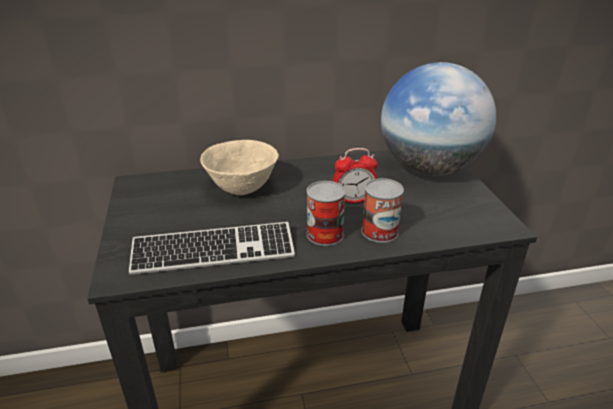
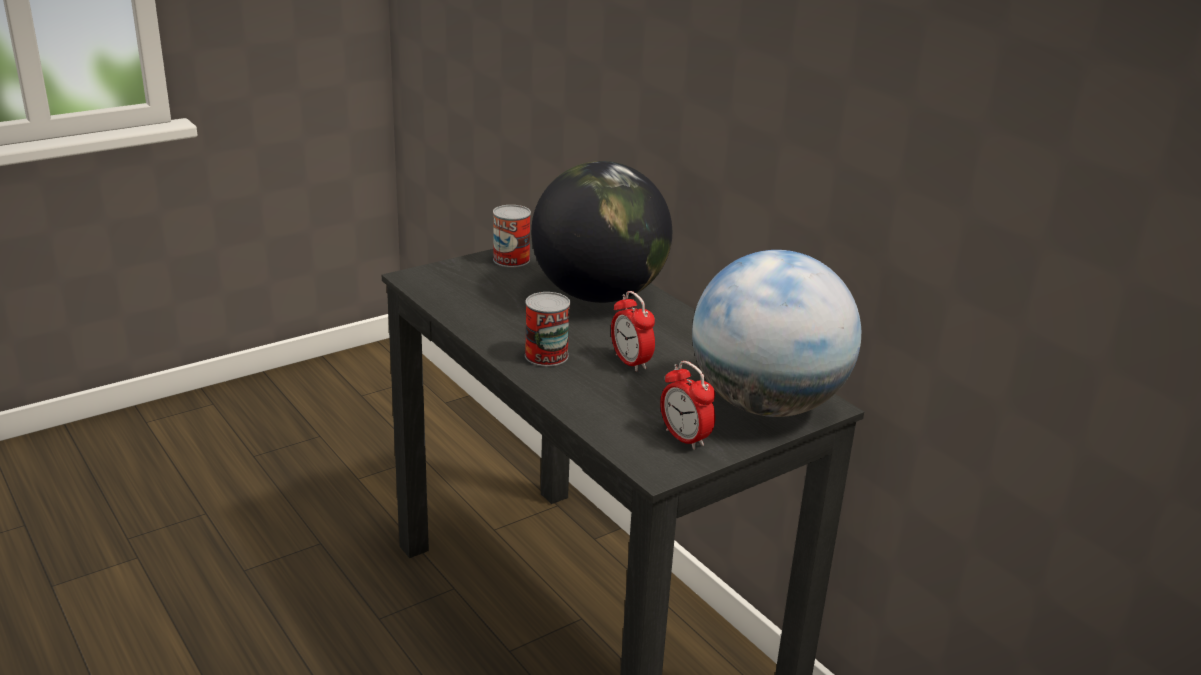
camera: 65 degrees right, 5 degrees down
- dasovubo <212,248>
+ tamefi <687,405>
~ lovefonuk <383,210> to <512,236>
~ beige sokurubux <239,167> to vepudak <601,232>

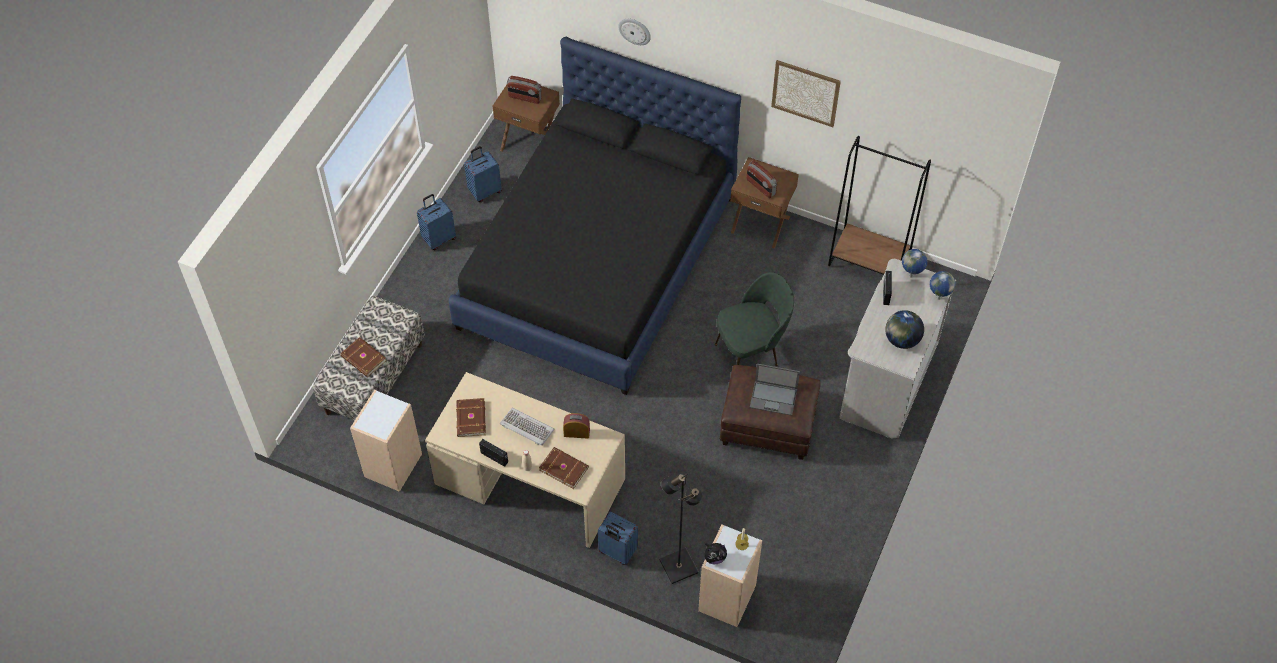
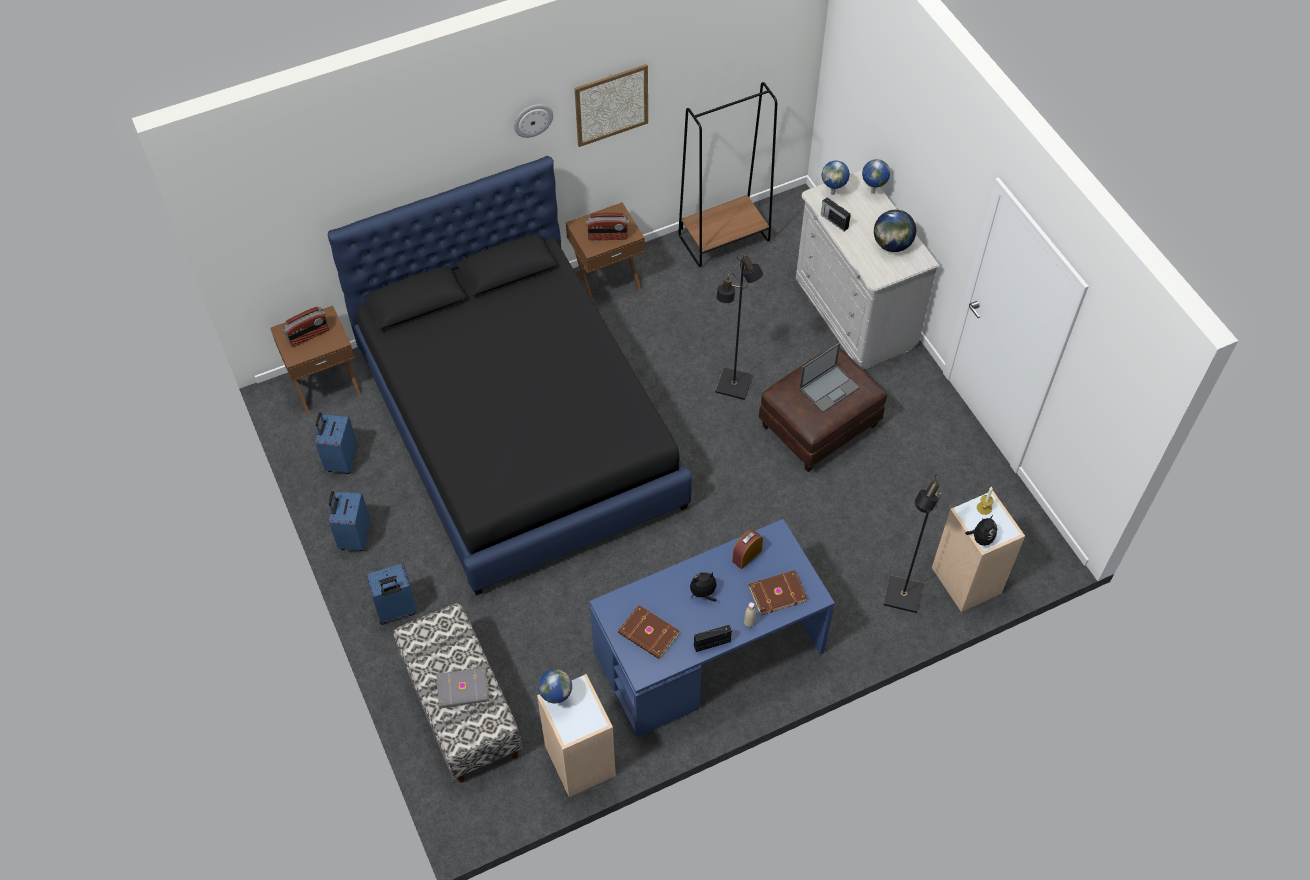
camera: 50 degrees left, 0 degrees up
+ vepudak <555,686>
~ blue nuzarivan <618,538> to <391,594>
~ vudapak <634,32> to <533,121>
~ dasovubo <527,426> to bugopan <703,586>
~ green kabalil <754,319> to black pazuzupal <739,327>
~ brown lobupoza <363,357> to grey lobupoza <463,687>
~ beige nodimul <525,460> to blue nodimul <712,628>

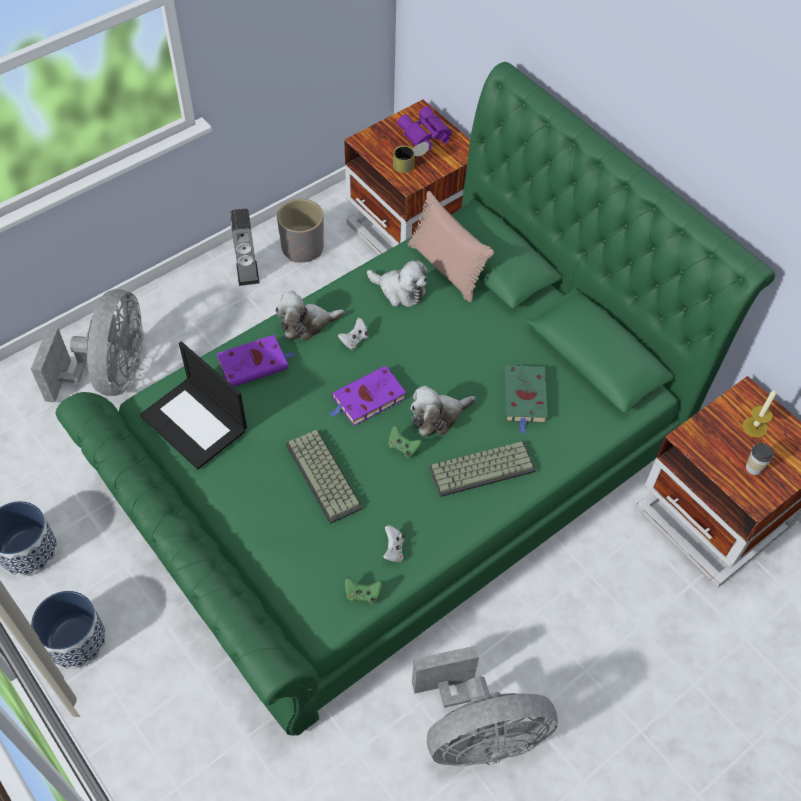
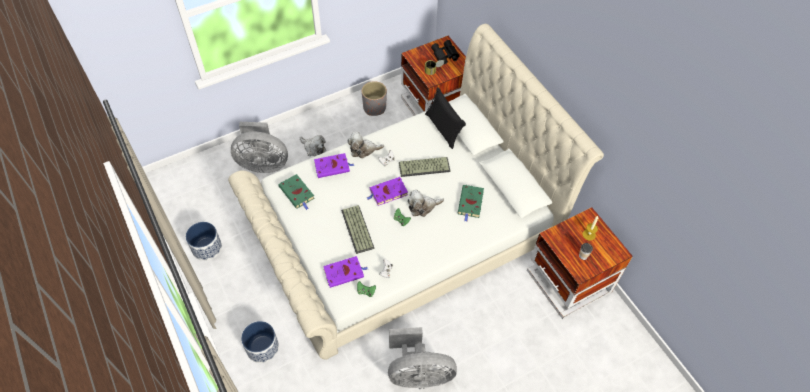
camera: 10 degrees right, 0 degrees up
- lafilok <245,247>
+ purple lobupoza <345,272>
~ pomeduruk <68,630> to <260,342>
~ bugopan <397,283> to <313,146>
~ dasovubo <482,469> to <425,167>
~ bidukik <193,405> to green lobupoza <296,192>
~ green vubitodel <415,399> to beige vubitodel <416,192>
~ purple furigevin <424,128> to black furigevin <445,52>
~ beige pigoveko <450,247> to black pigoveko <445,118>
~ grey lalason <87,346> = <259,147> 75 degrees clockwise

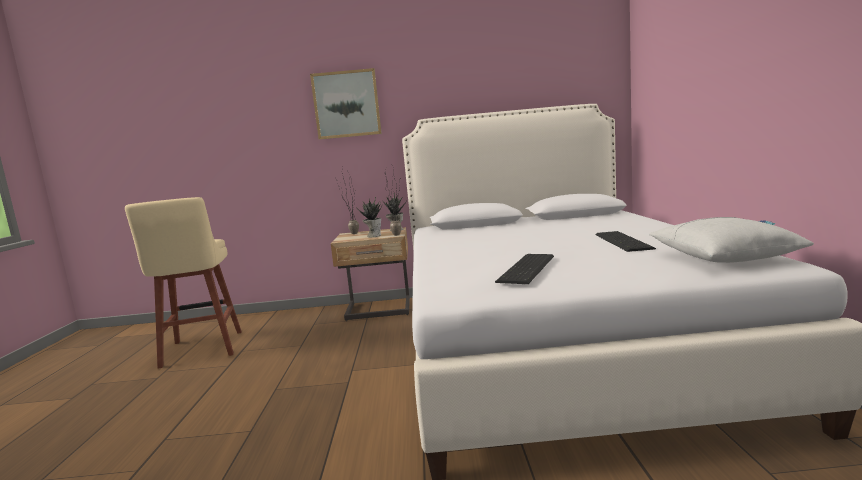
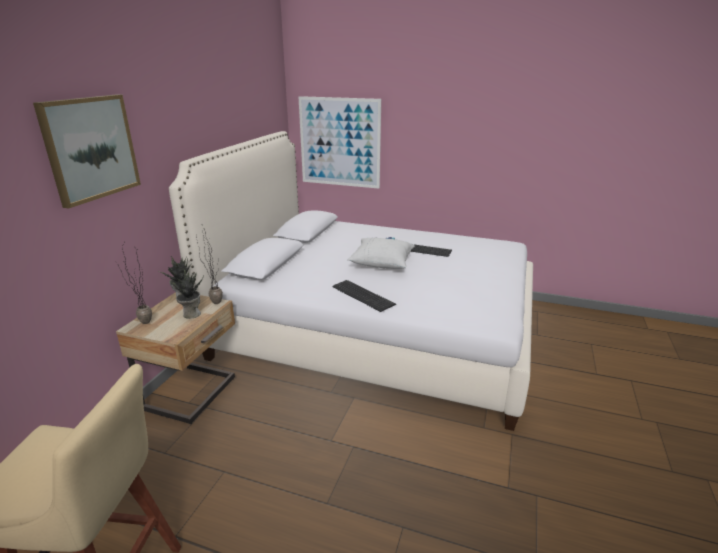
camera: 70 degrees left, 15 degrees up
+ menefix <339,142>
~ dasovubo <524,269> to <364,296>
~ grey pigoveko <731,240> to <381,253>

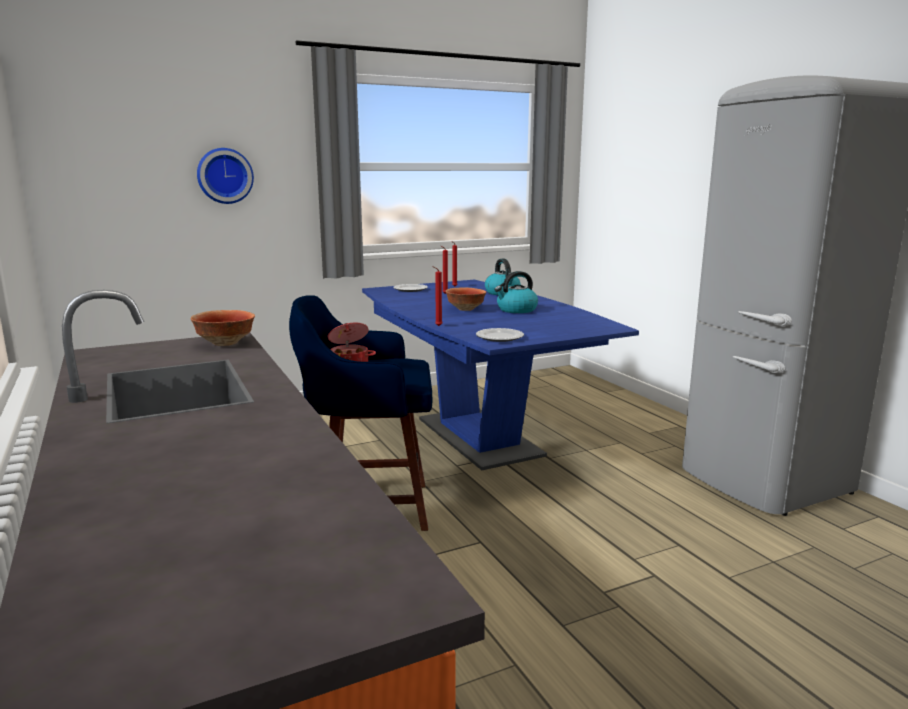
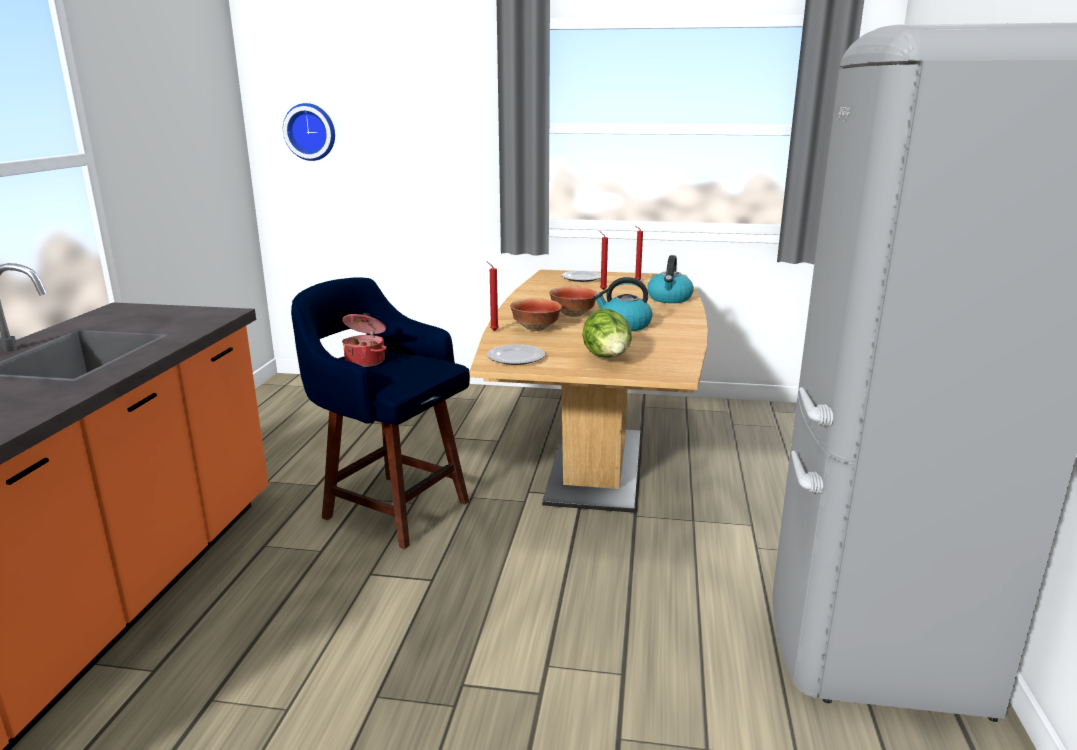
camera: 35 degrees right, 5 degrees up
+ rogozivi <607,333>
~ sokurubux <222,328> to <536,314>
~ vudapak <225,176> to <309,132>
~ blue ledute <500,375> to brown ledute <588,391>

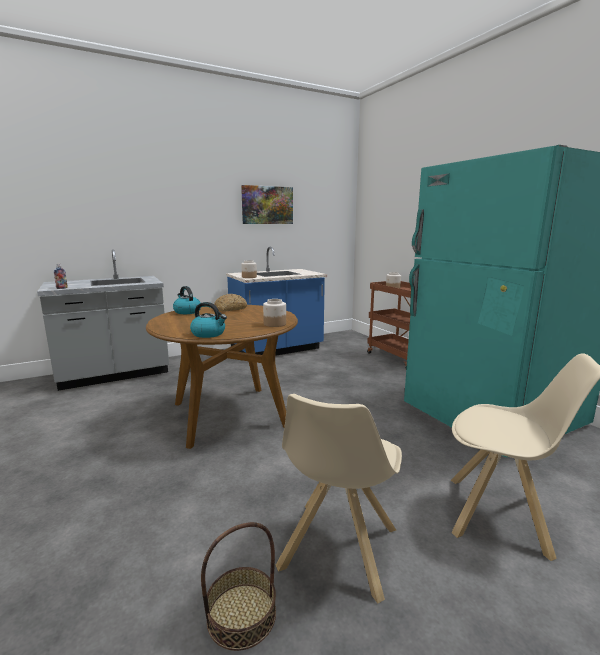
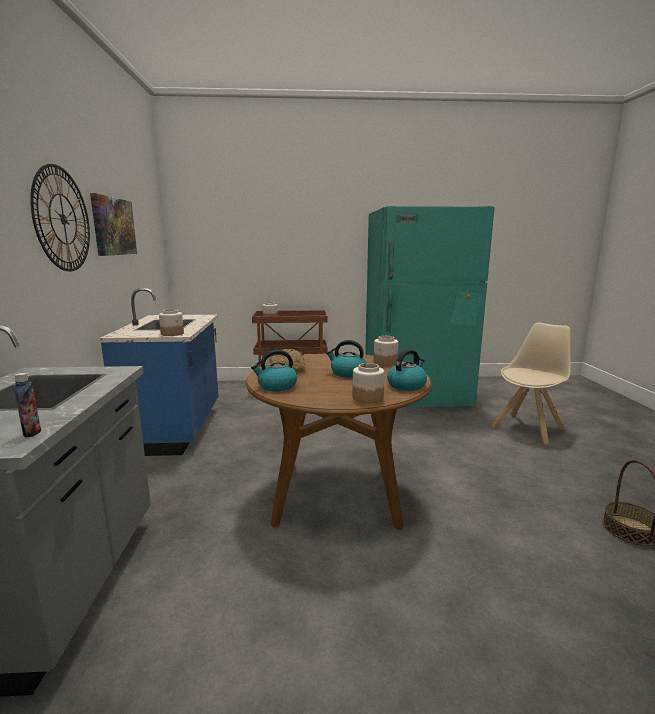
camera: 65 degrees left, 0 degrees up
- beige kabalil <339,498>
+ vudapak <60,217>
+ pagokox <346,359>
+ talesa <368,383>

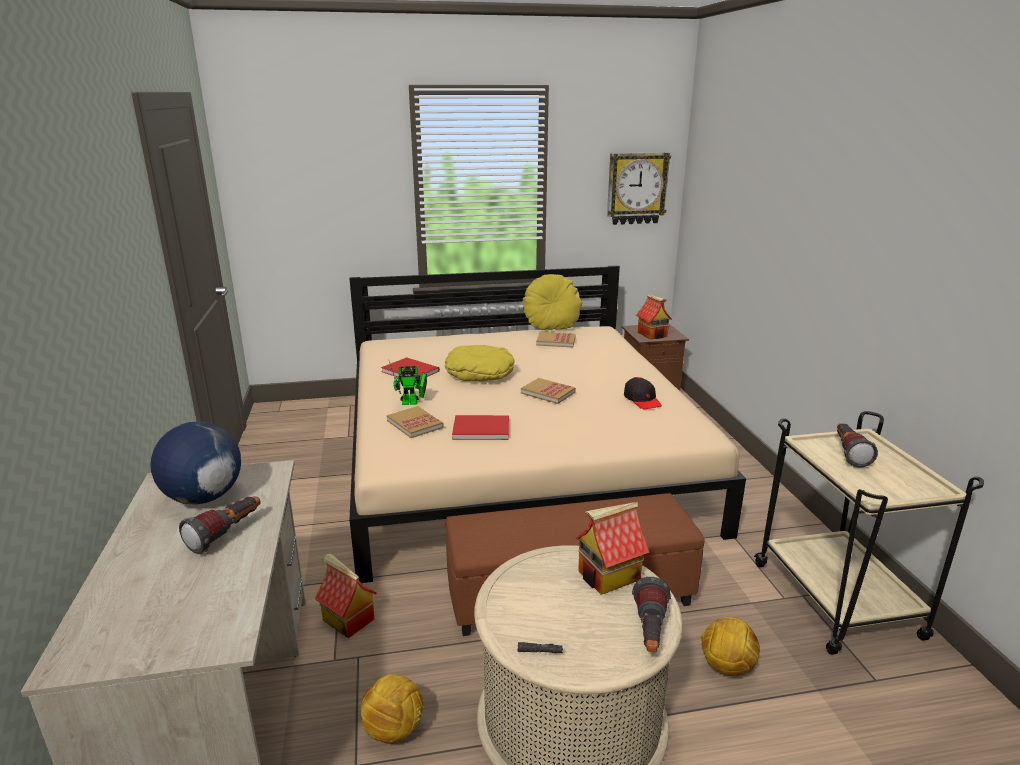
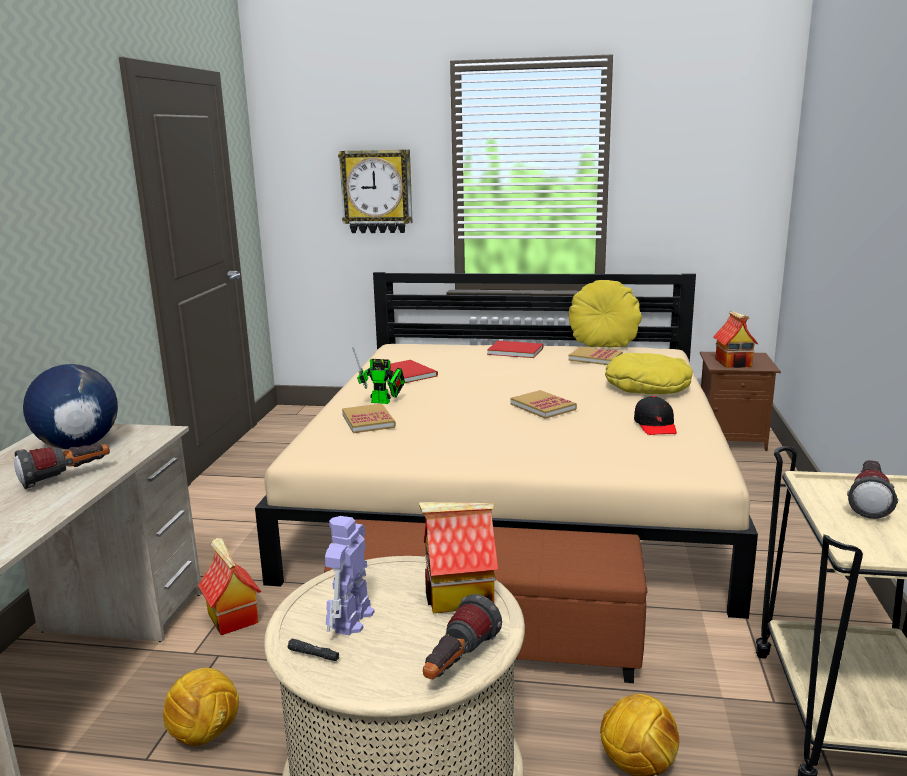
camera: 20 degrees right, 5 degrees down
+ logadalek <350,576>
~ yellow pigoveko <479,363> to <649,373>
~ red lobupoza <480,427> to <515,349>
~ vudapak <639,188> to <375,191>

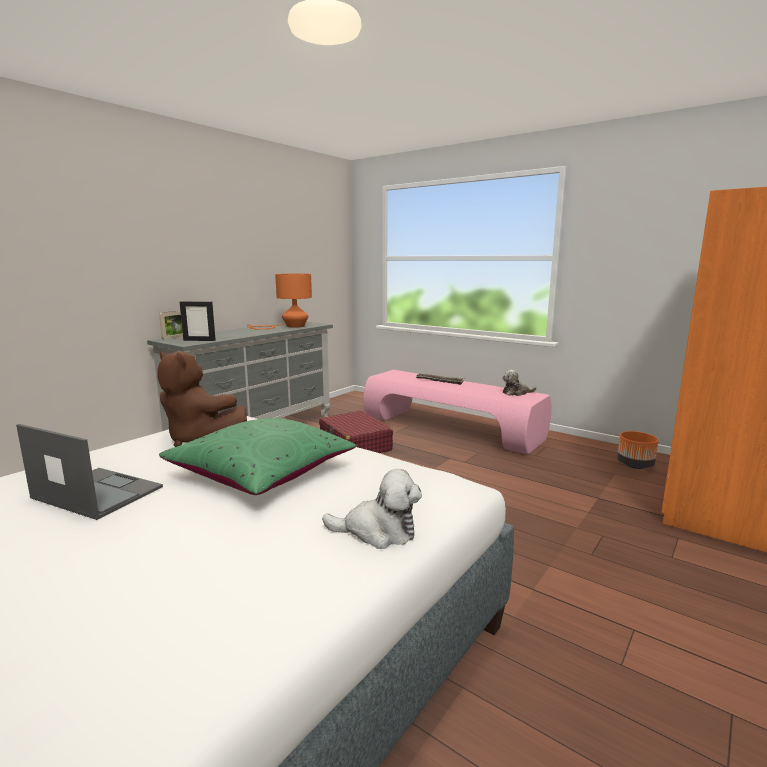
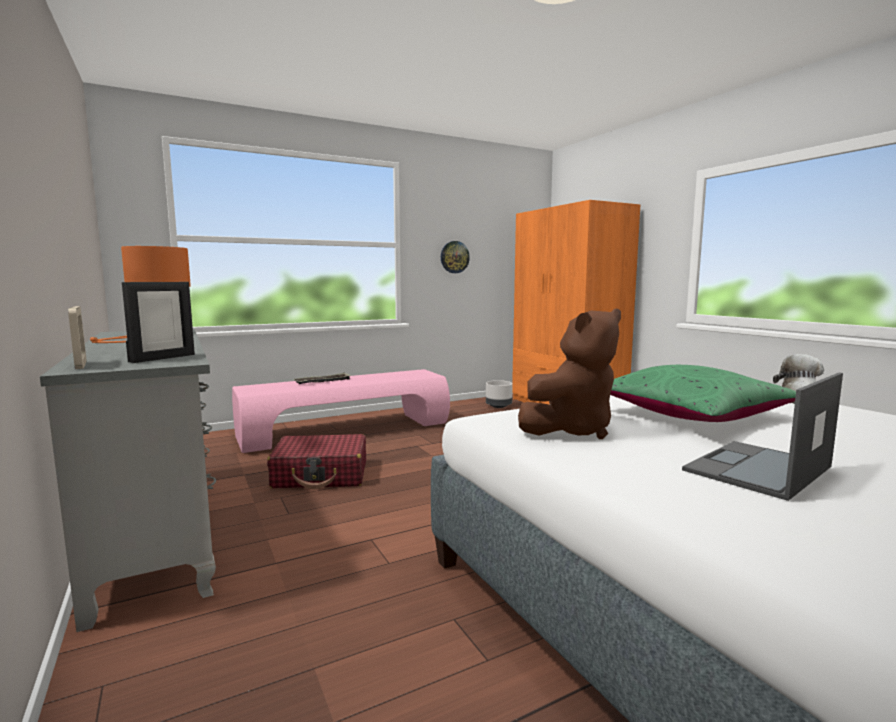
camera: 65 degrees left, 5 degrees down
- bugopan <519,383>
+ vudapak <455,257>
~ orange pomeduruk <637,450> to grey pomeduruk <499,394>

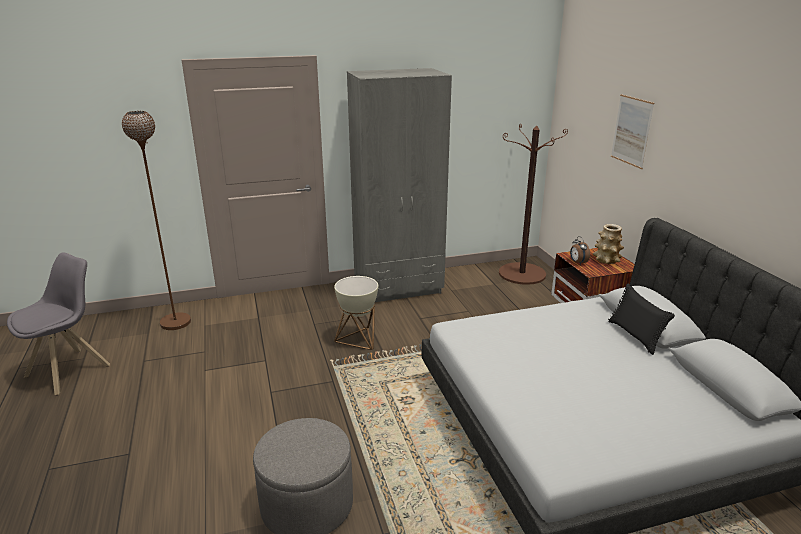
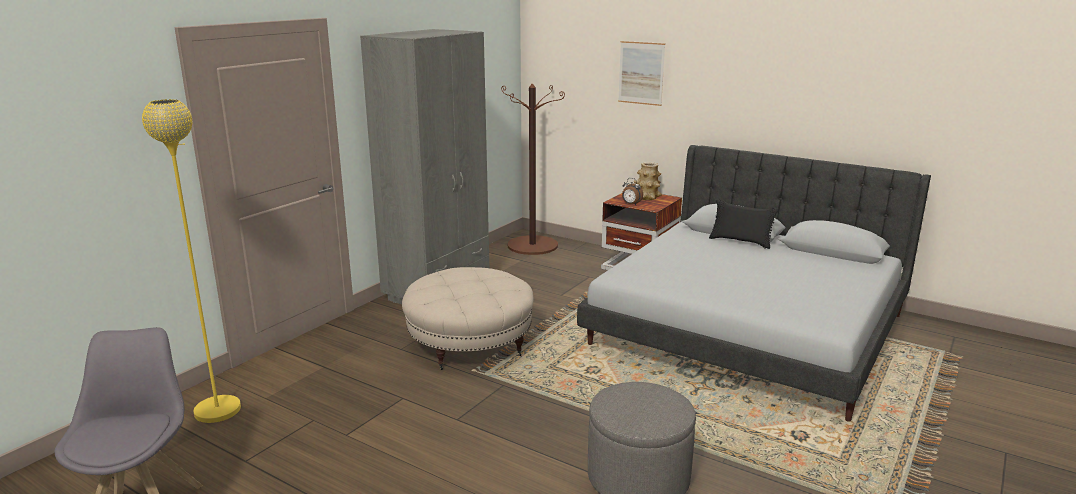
camera: 40 degrees left, 5 degrees down
~ pomeduruk <356,313> to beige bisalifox <467,318>
~ brown pazuzupal <156,220> to yellow pazuzupal <191,261>

